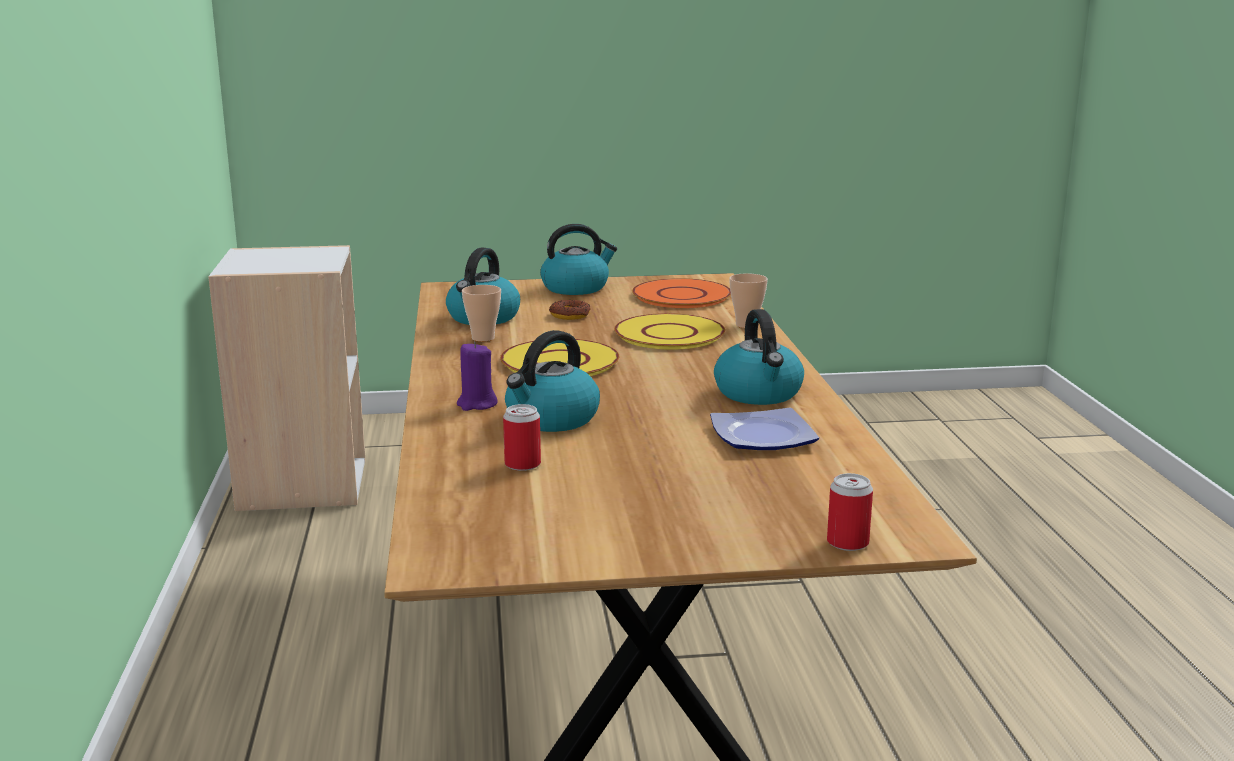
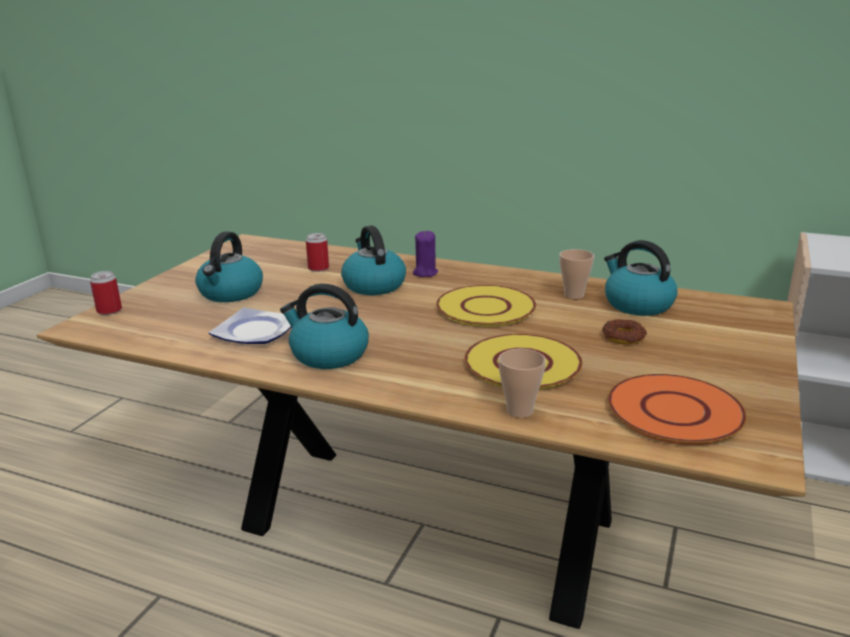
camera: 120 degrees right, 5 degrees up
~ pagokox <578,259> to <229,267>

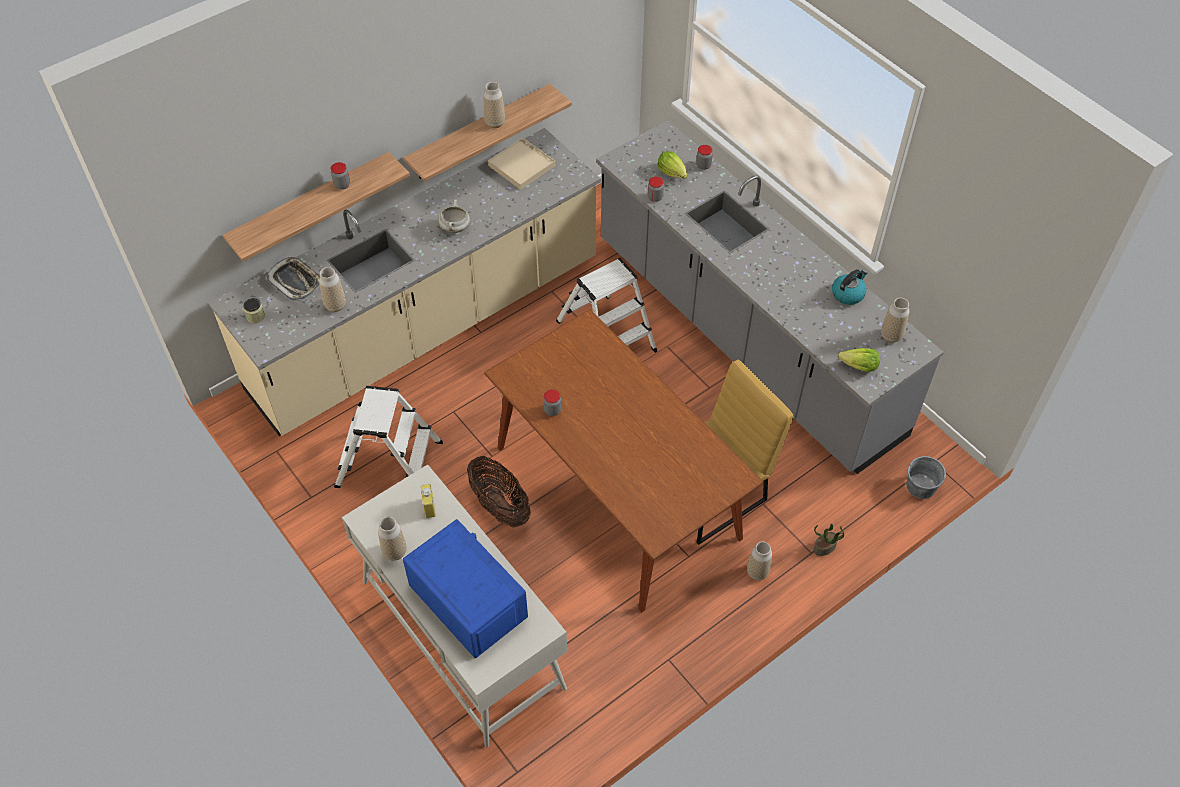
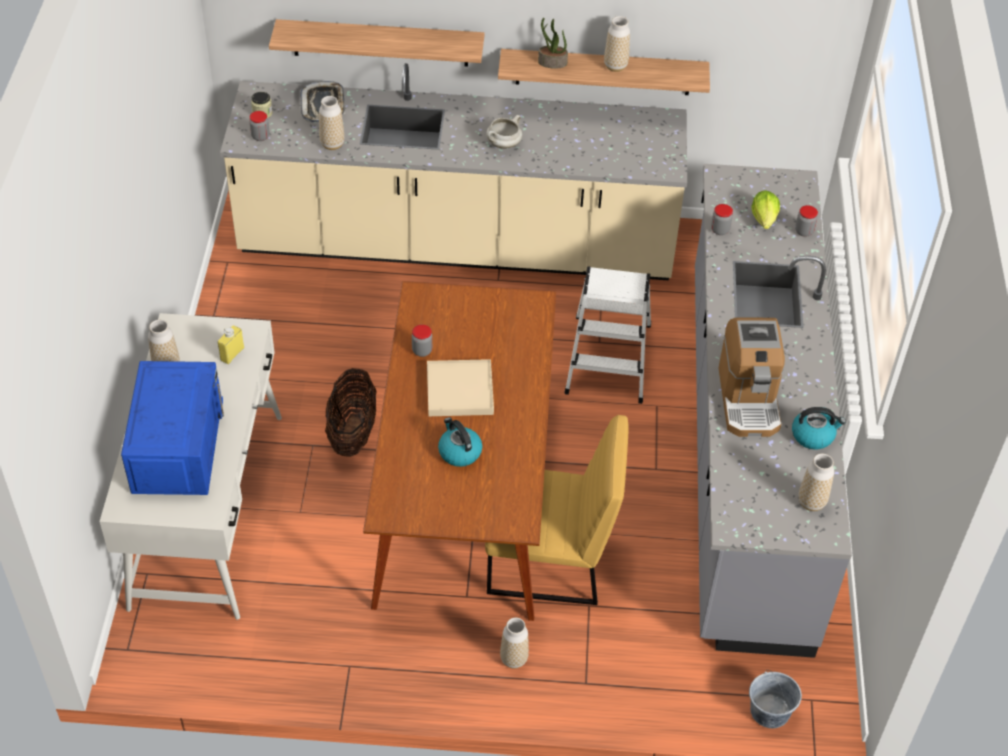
camera: 40 degrees right, 5 degrees down
- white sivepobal <388,437>
- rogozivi <859,360>
+ pagokox <460,442>
+ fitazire <752,377>
~ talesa <340,176> to <259,126>
~ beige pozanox <521,164> to <460,387>
~ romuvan <829,540> to <553,43>

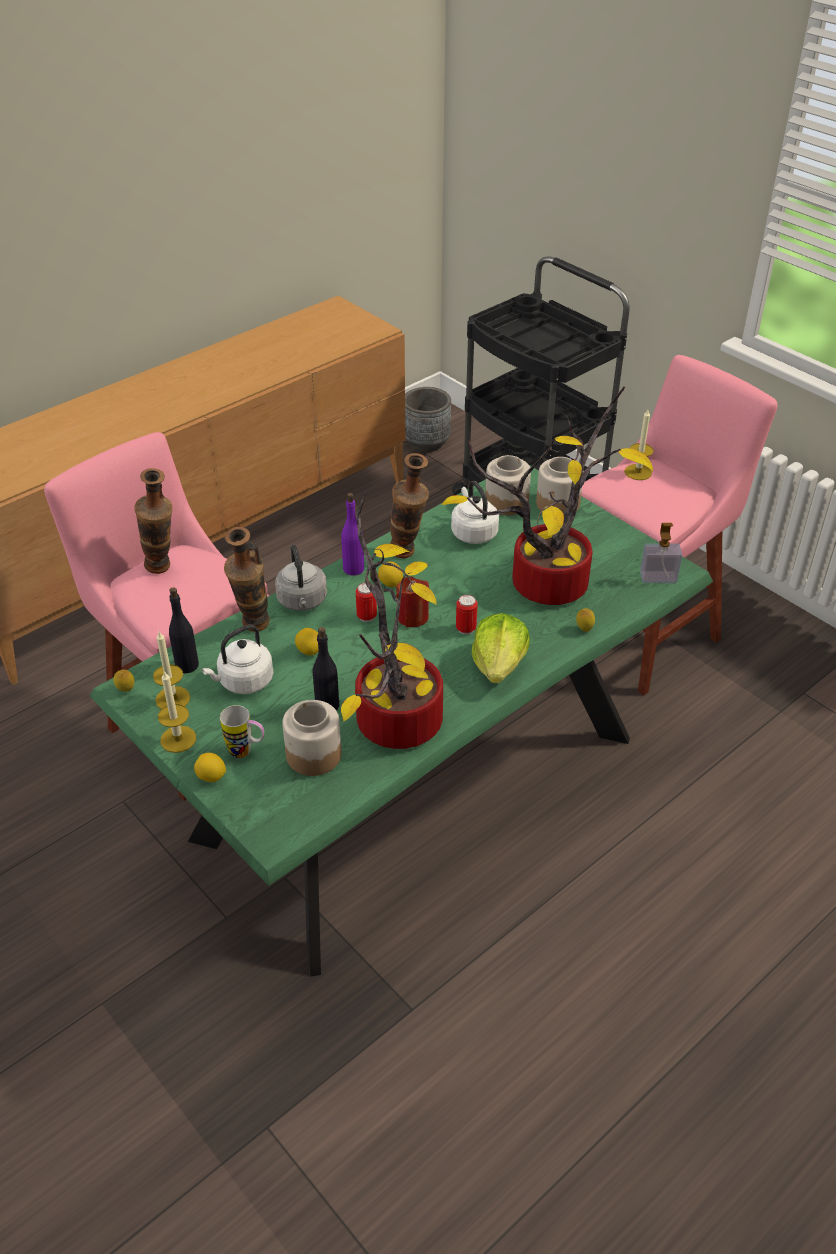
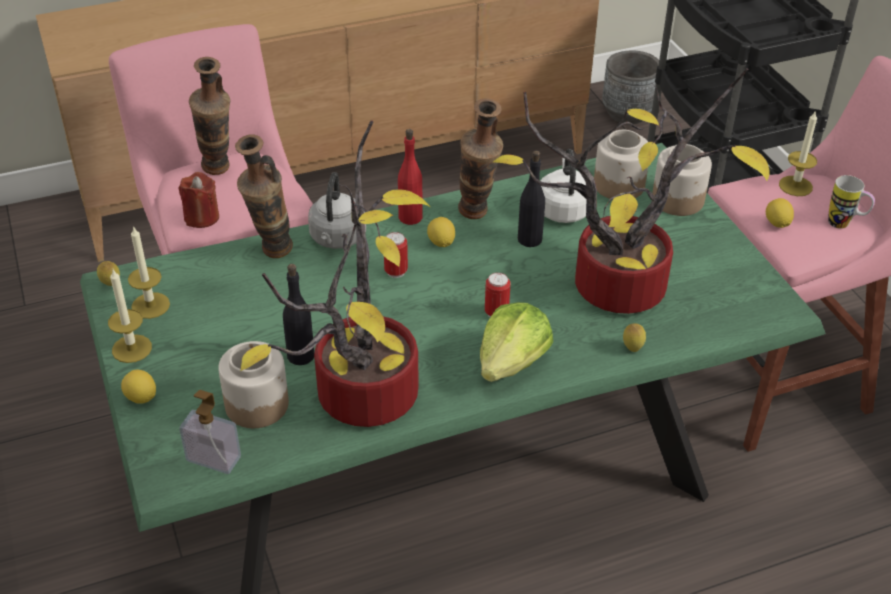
camera: 20 degrees right, 0 degrees up
- white pagokox <237,659>
~ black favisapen <184,630> to <531,198>
~ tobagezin <242,731> to <851,202>
~ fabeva <307,641> to <780,213>
~ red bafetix <412,601> to <198,200>
~ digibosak <661,553> to <210,432>
~ purple favisapen <352,534> to red favisapen <410,177>

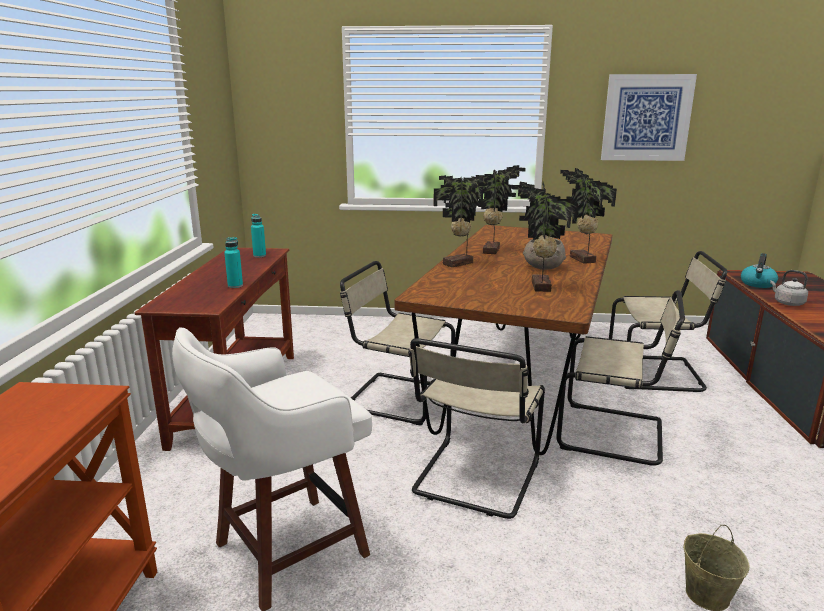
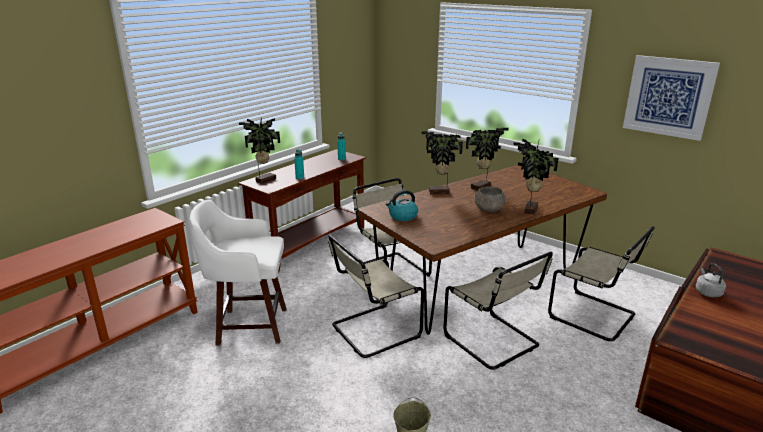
camera: 35 degrees right, 5 degrees up
~ romuvan <544,236> to <259,150>
~ pagokox <759,270> to <402,205>

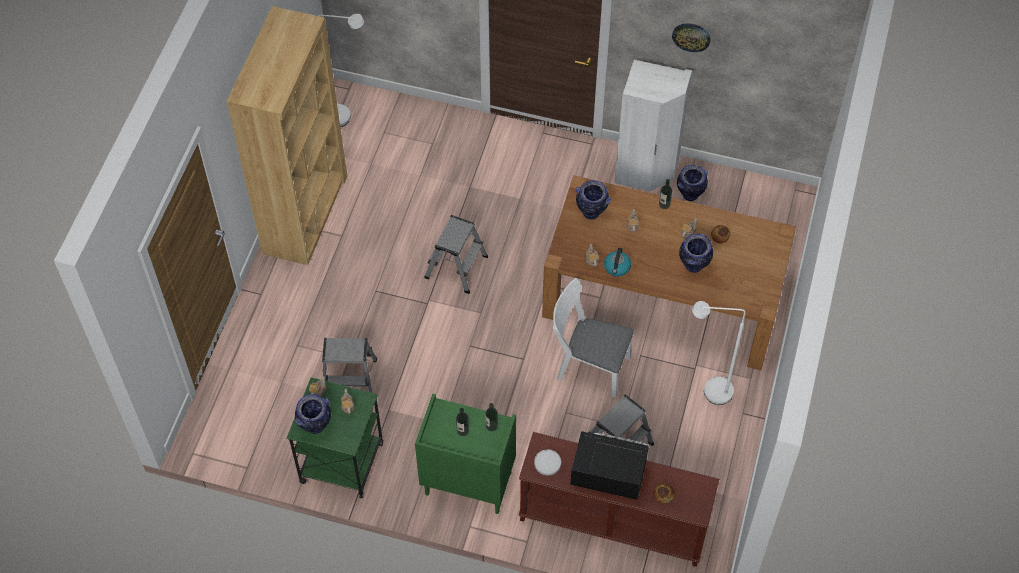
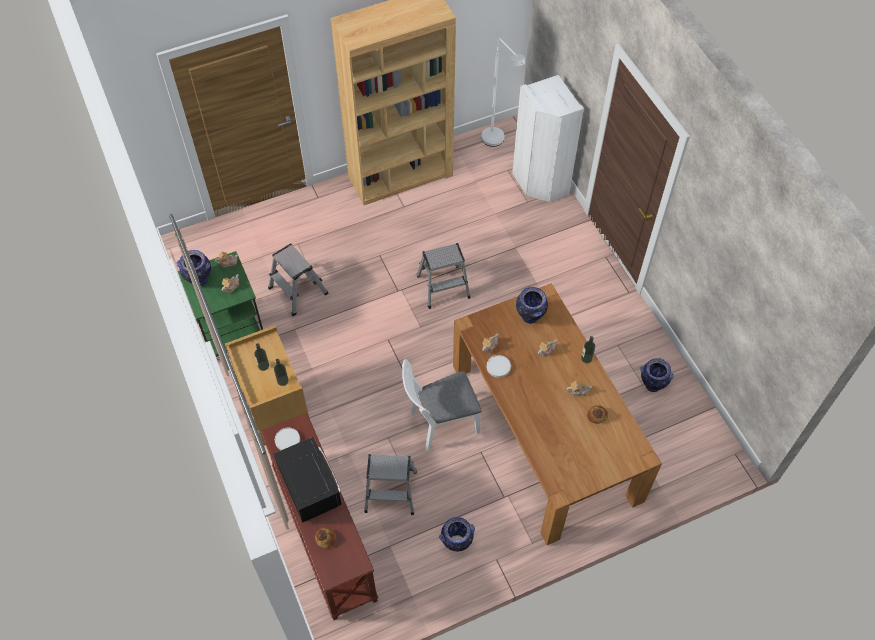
camera: 50 degrees right, 0 degrees up
- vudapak <691,37>
- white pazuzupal <718,353>
~ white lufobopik <653,125> to <548,138>
~ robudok <696,253> to <457,534>
~ pagokox <617,262> to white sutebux <499,366>
~ green lufobopik <465,453> to brown lufobopik <267,389>
~ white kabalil <593,338> = <442,405> 90 degrees counterclockwise

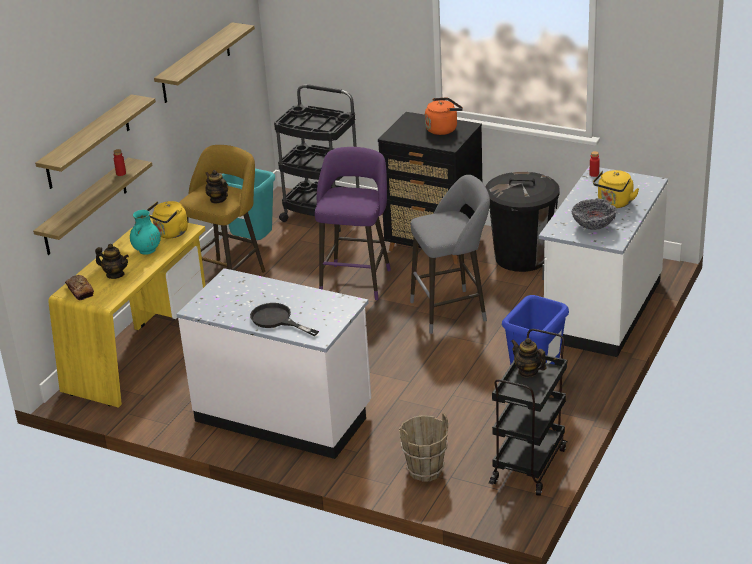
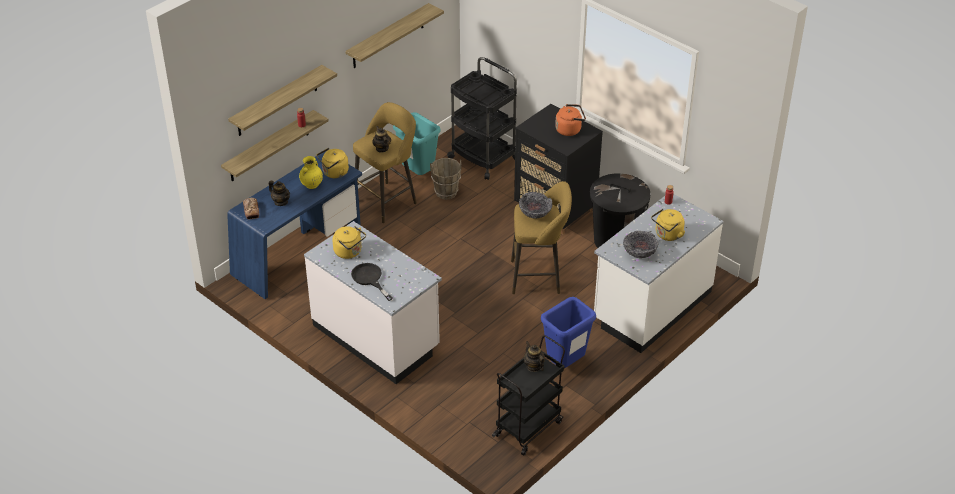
camera: 15 degrees right, 10 degrees up
- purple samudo <353,223>
+ yellow pagokox <349,242>
+ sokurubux <535,205>
~ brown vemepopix <423,447> to <445,179>
~ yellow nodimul <127,311> to blue nodimul <294,225>
~ turquoise robudok <145,232> to yellow robudok <311,172>
~ grey samudo <450,254> to yellow samudo <541,237>

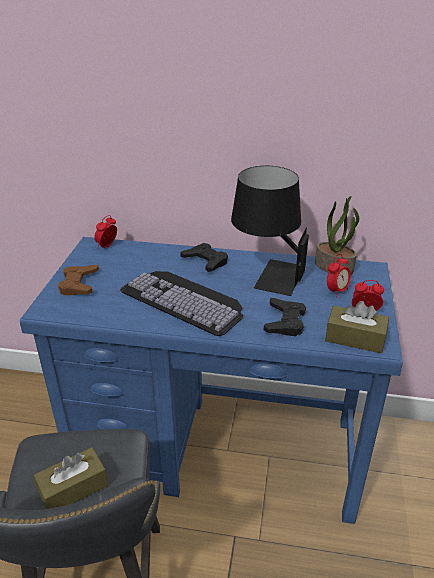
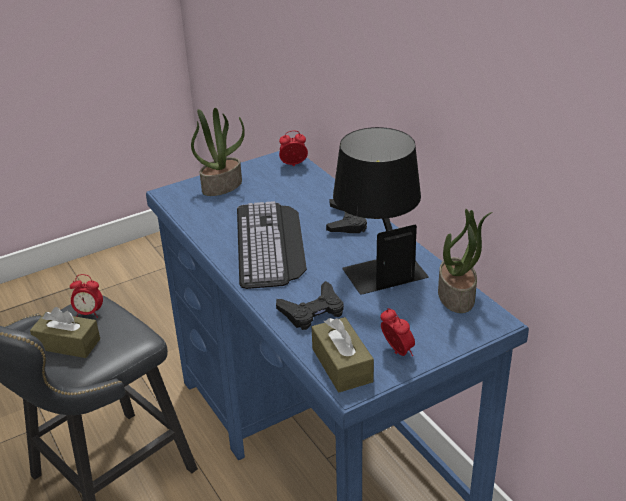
camera: 50 degrees right, 0 degrees up
~ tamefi <339,275> to <86,296>
~ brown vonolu <78,280> to romuvan <218,152>

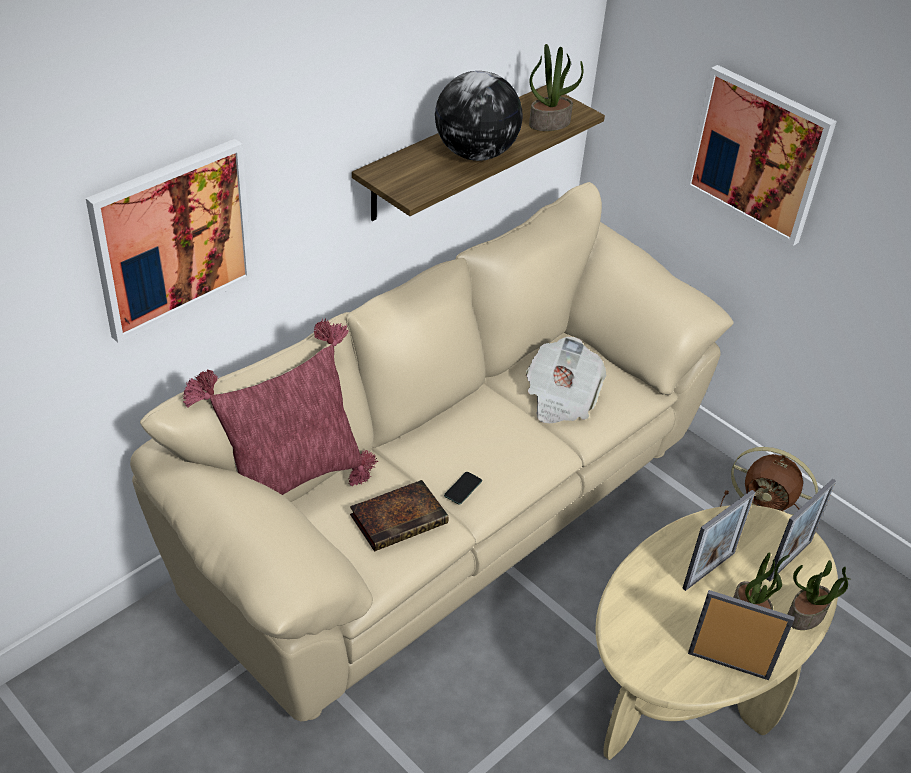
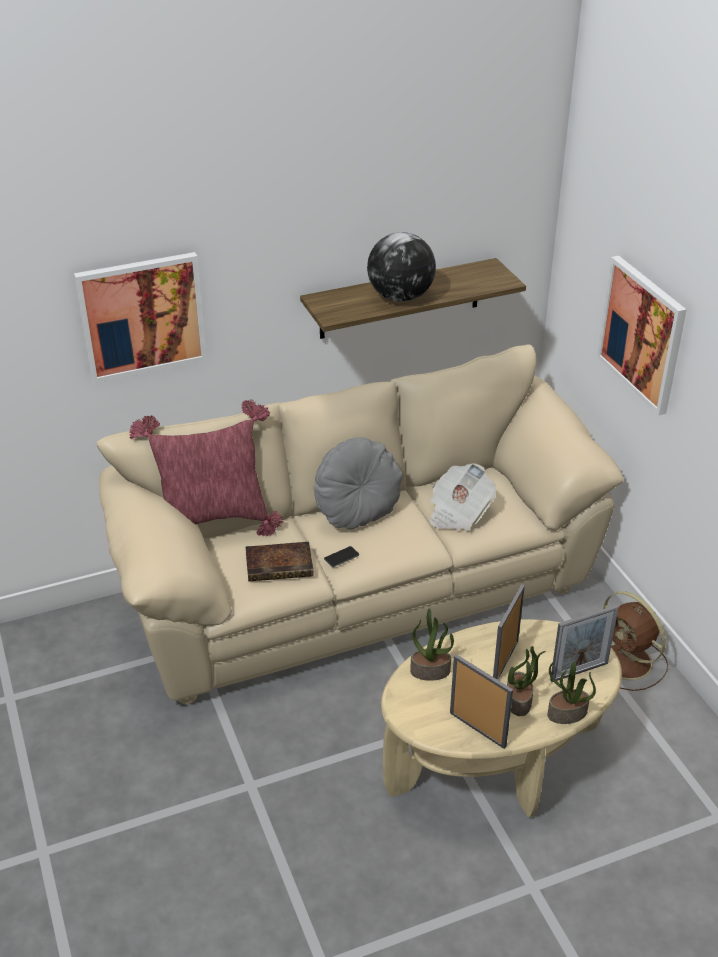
camera: 25 degrees right, 5 degrees down
+ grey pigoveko <358,483>
~ romuvan <556,87> to <432,644>
~ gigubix <719,540> = <509,632> 135 degrees clockwise

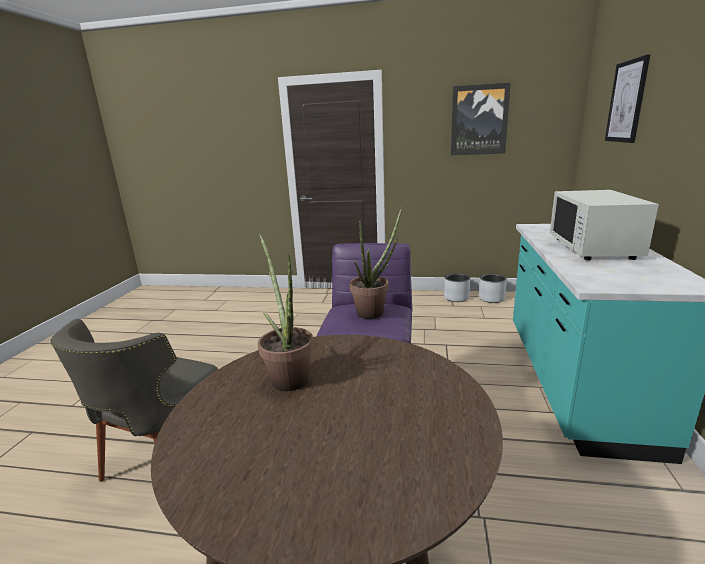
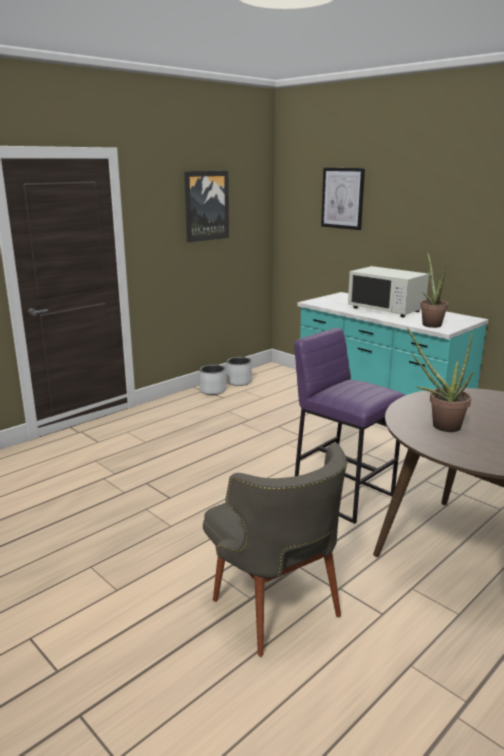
camera: 55 degrees left, 0 degrees up
~ romuvan <376,263> to <434,289>

